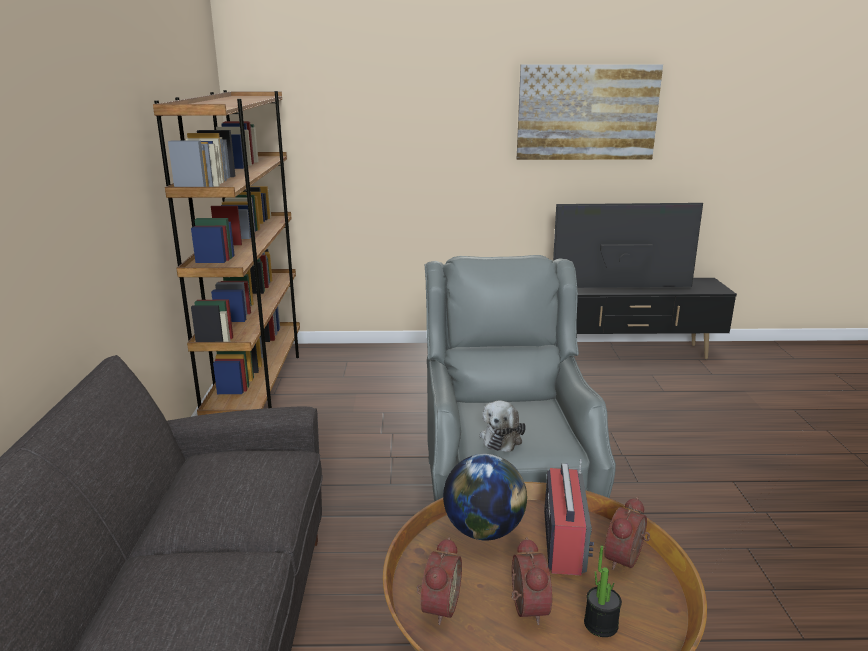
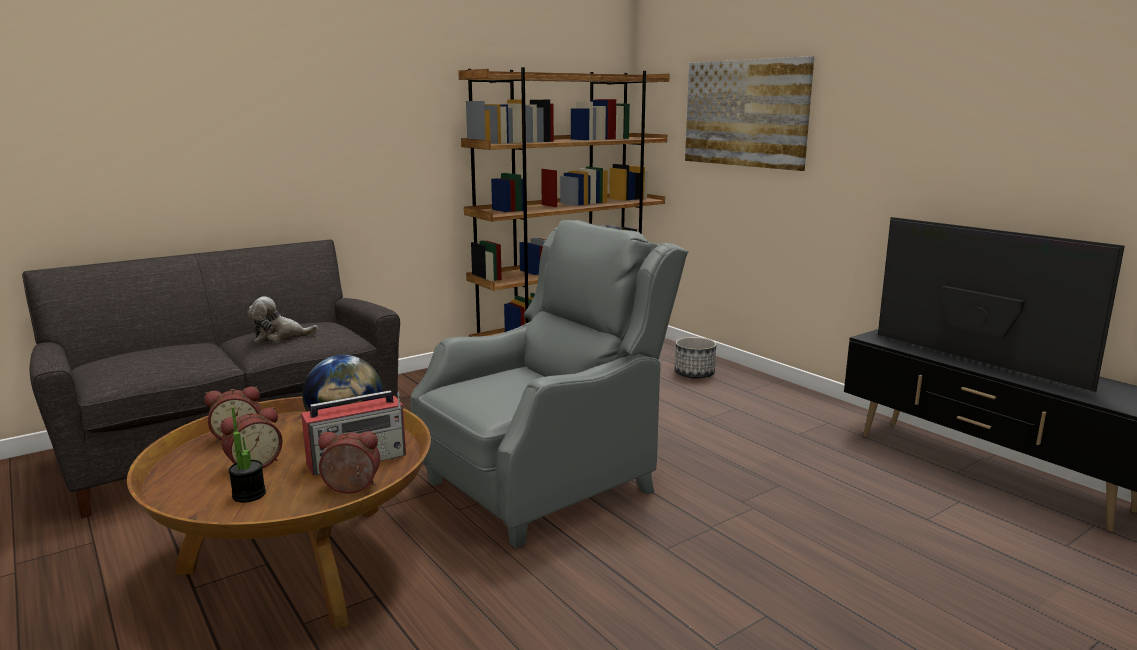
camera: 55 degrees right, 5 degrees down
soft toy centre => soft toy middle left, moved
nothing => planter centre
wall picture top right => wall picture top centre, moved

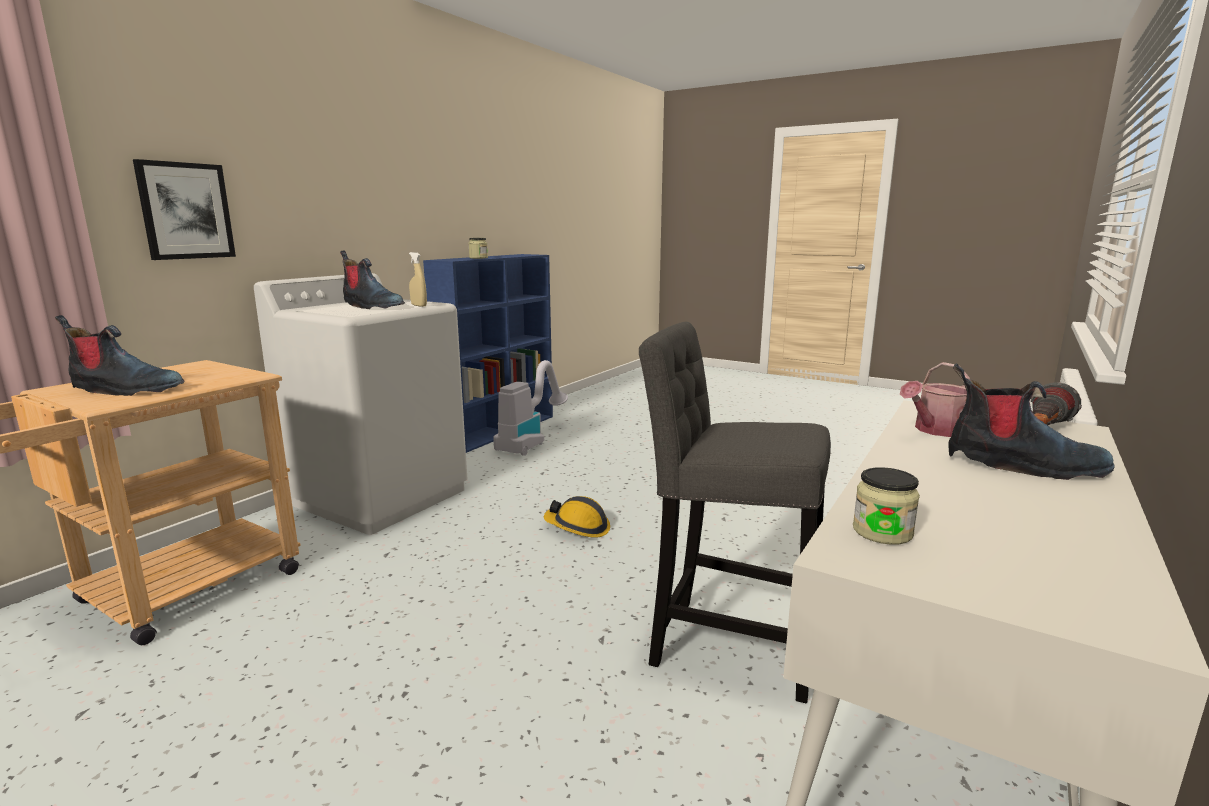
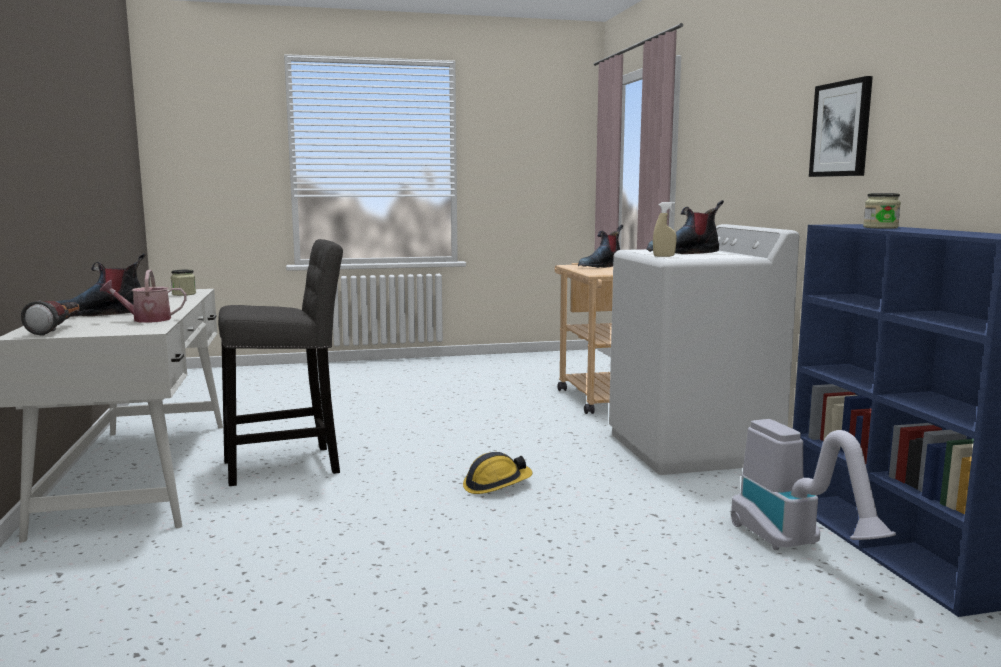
camera: 135 degrees right, 5 degrees down
watering pot middle right => watering pot middle left, 120 degrees counterclockwise
wall picture top left => wall picture top right, moved

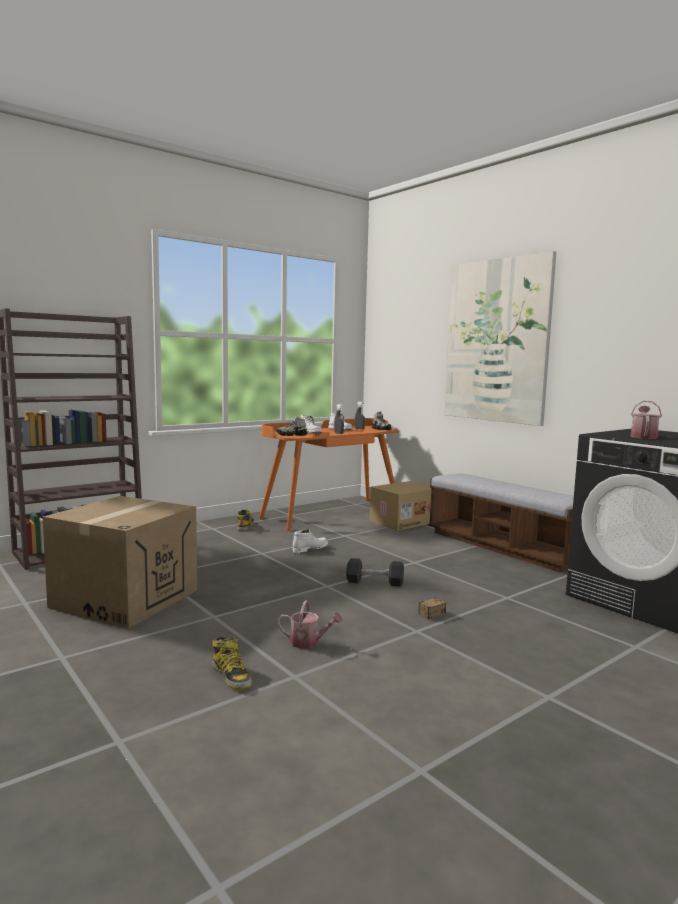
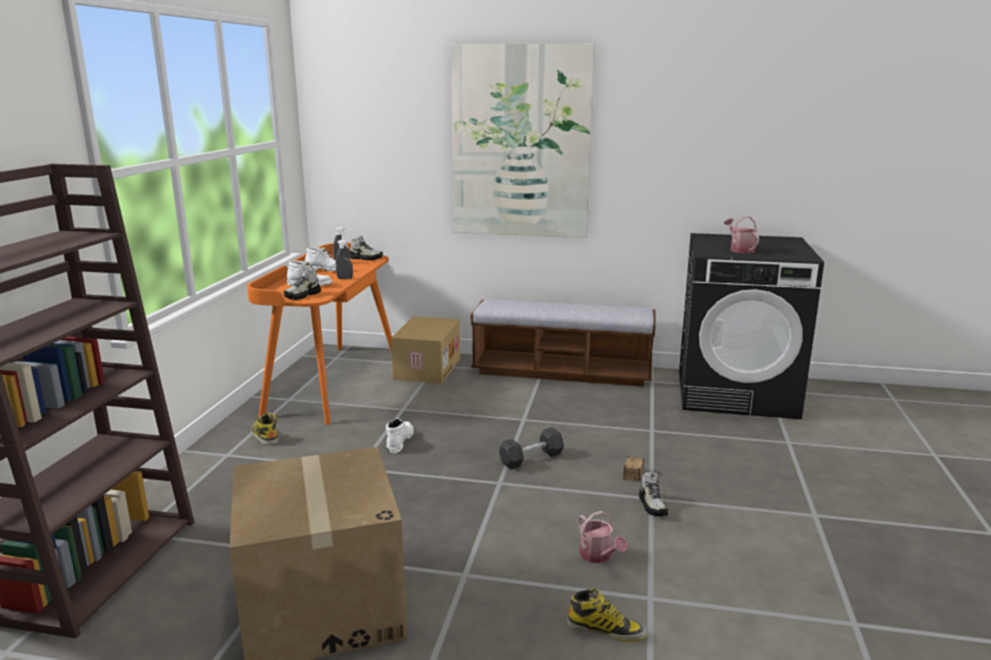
camera: 40 degrees left, 10 degrees up
watering pot (1st from left) bottom centre, 90 degrees clockwise
nothing => shoe (3rd from left) bottom centre

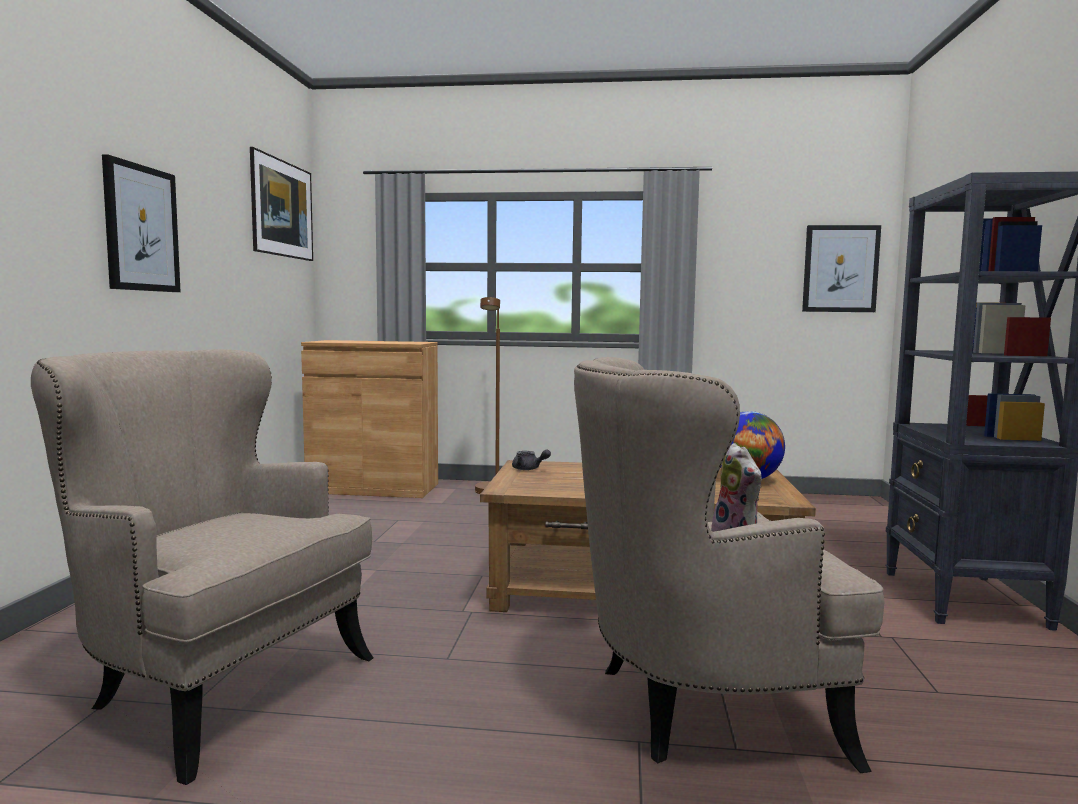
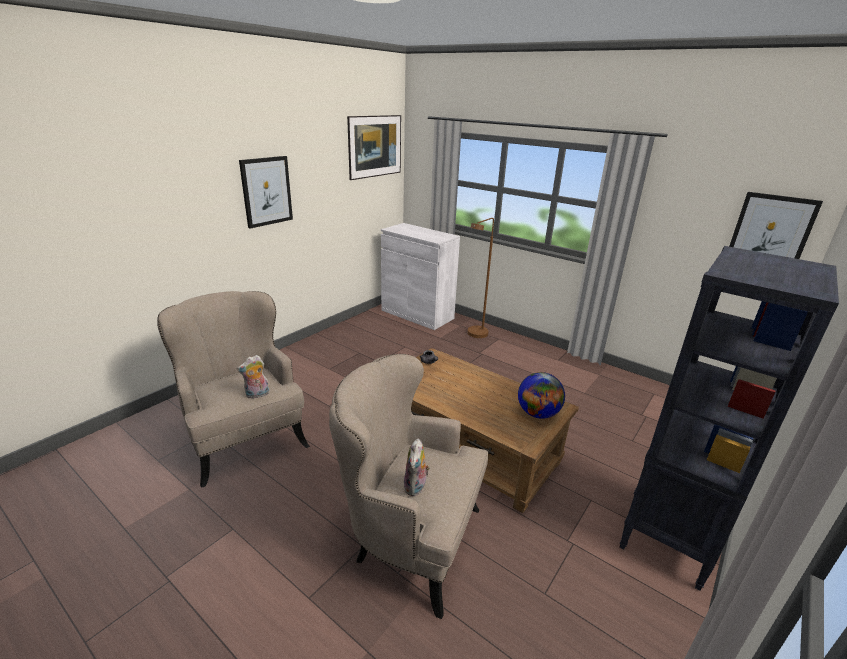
camera: 30 degrees right, 20 degrees up
nothing => soft toy (1st from left) middle left
brownish cupboard centre => white cupboard centre

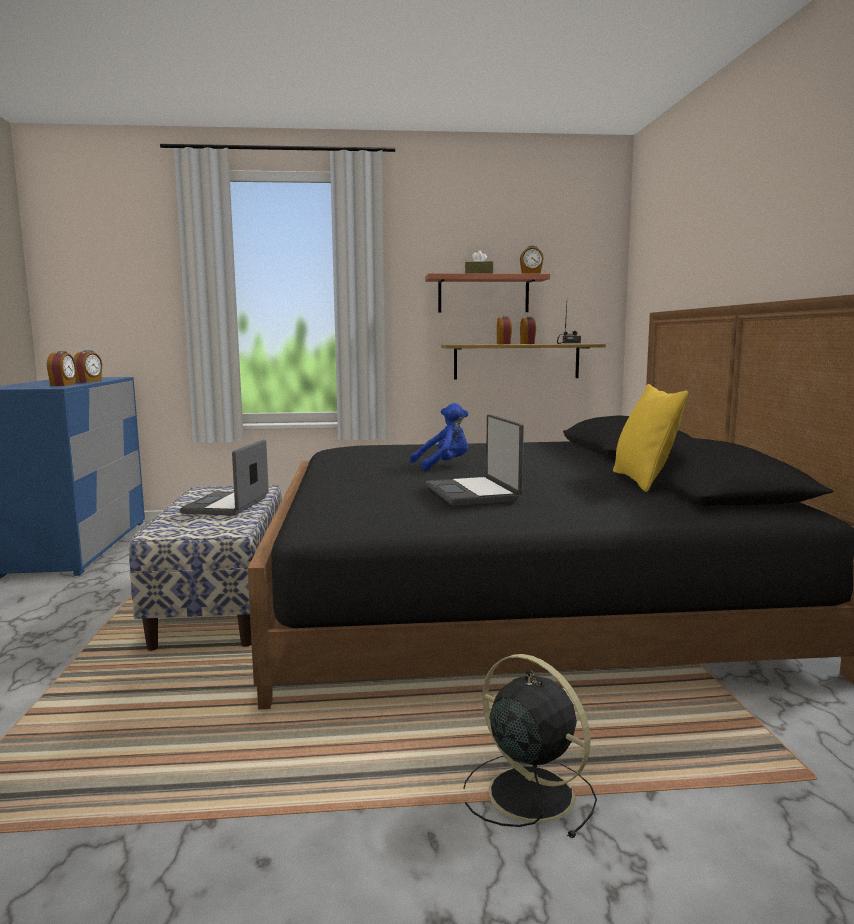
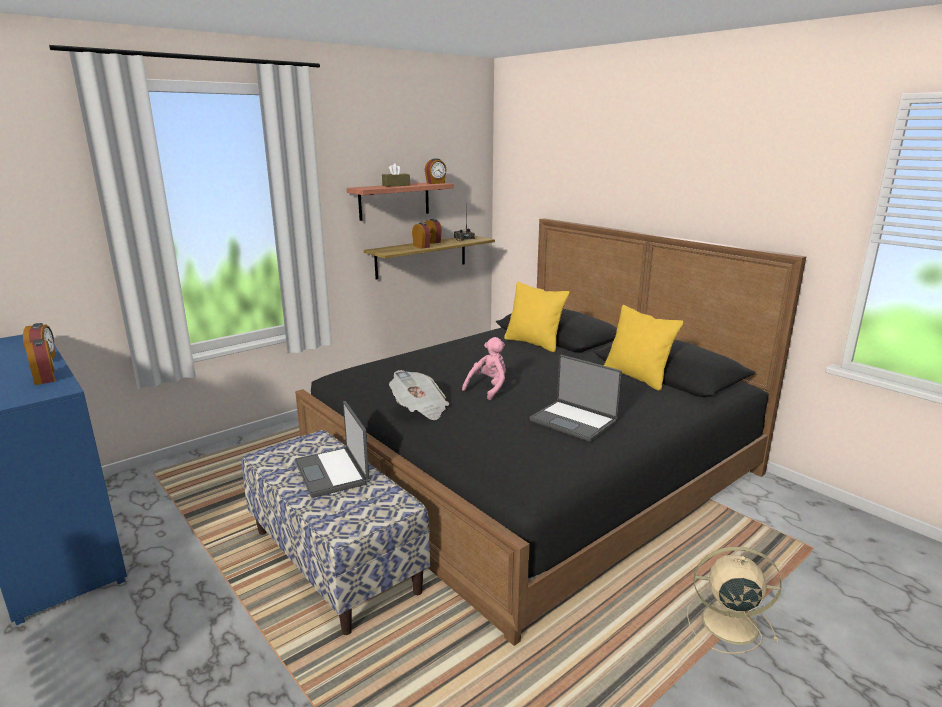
camera: 35 degrees left, 10 degrees up
nothing => printed paper centre
bluish soft toy centre => pink soft toy centre
nothing => yellow-coloured cushion (1st from left) centre
black-coloured cooling fan bottom centre => sand-coloured cooling fan bottom right

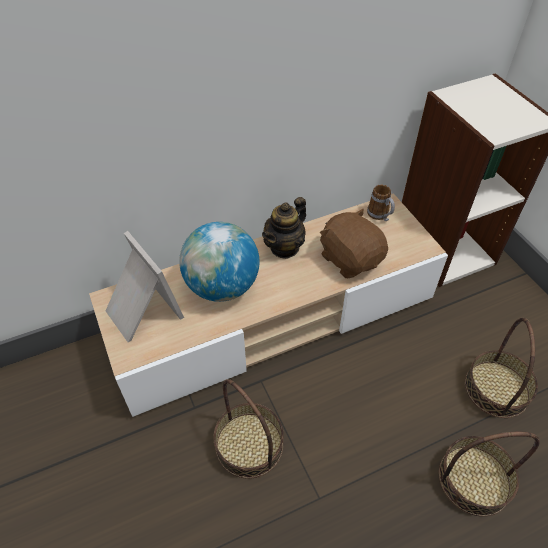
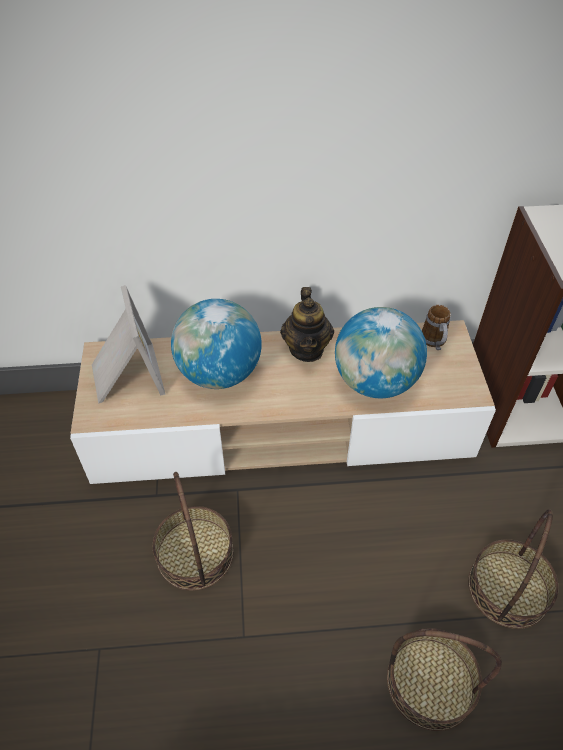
camera: 20 degrees right, 0 degrees up
tea pot centre, 60 degrees counterclockwise
brownish soft toy centre => world globe (2nd from left) middle right

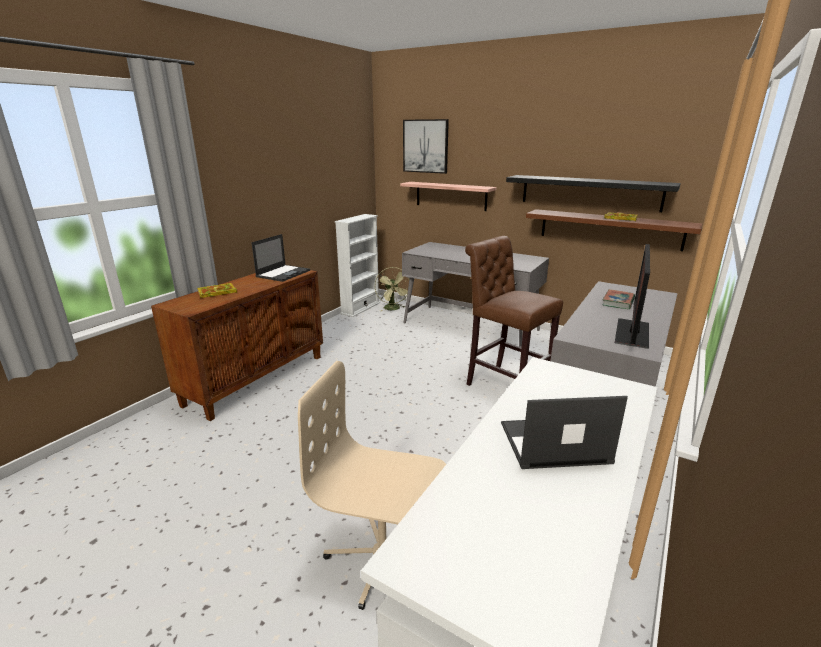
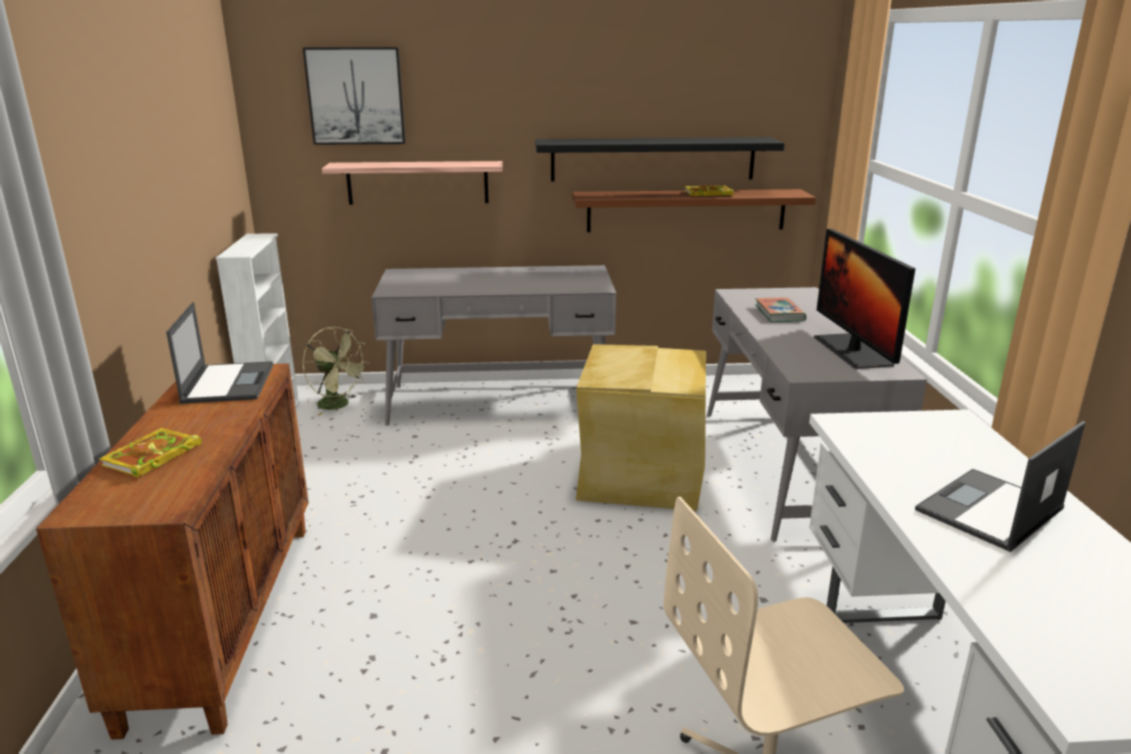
camera: 35 degrees left, 0 degrees up
brownish sitting stool centre => sand-coloured storage box centre

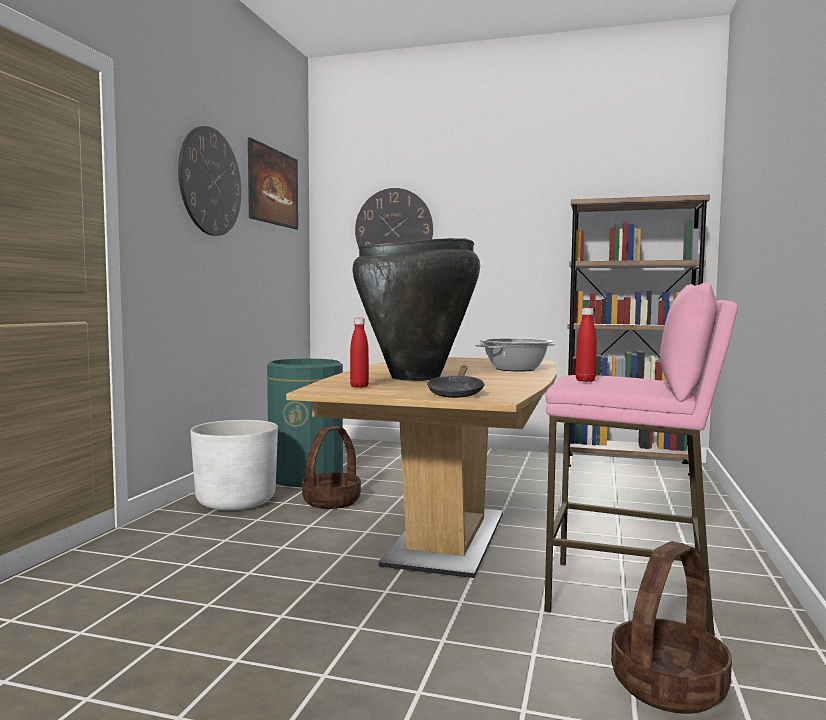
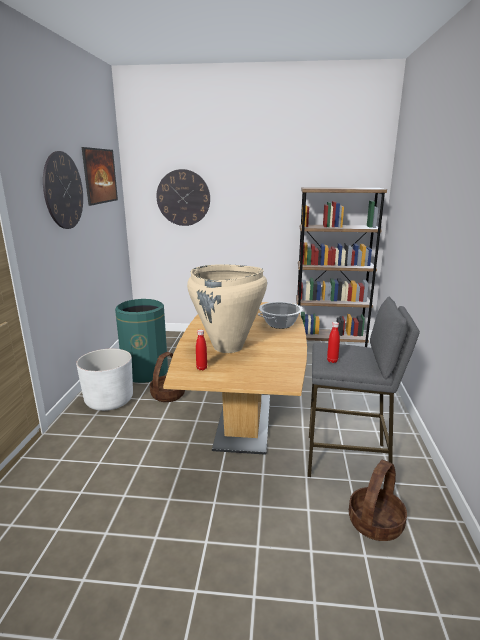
camera: 10 degrees left, 15 degrees up
black-coloured decorative vase centre => sand-coloured decorative vase centre
pink sitting stool middle right => greyish sitting stool middle right
black-coloured skillet centre => nothing

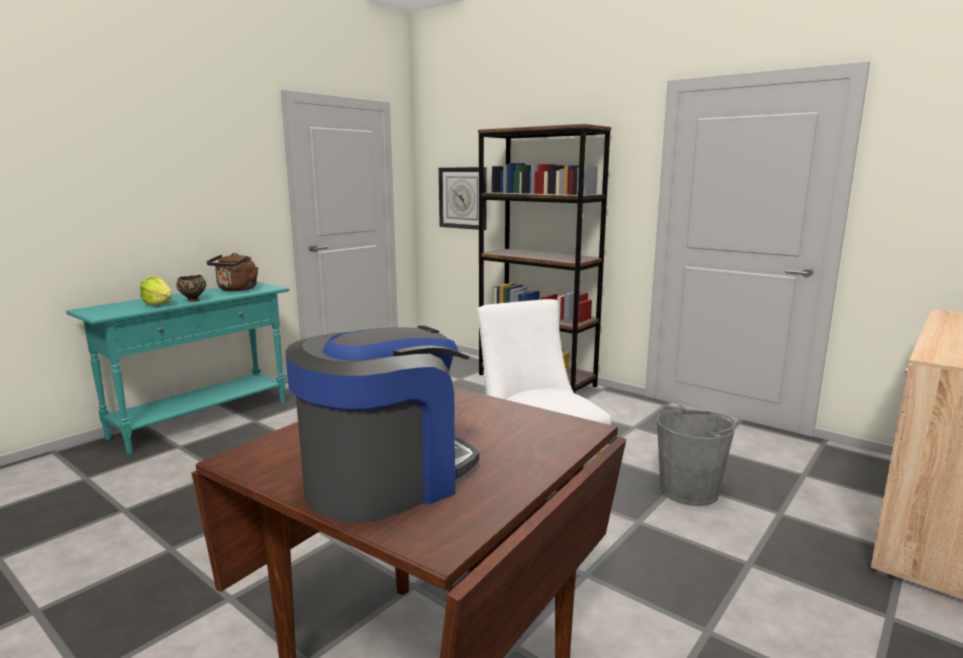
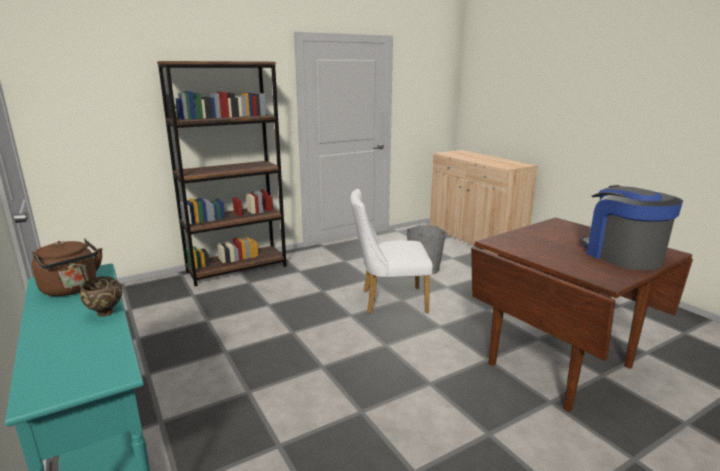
camera: 70 degrees left, 5 degrees up
head of lettuce middle left => nothing
wall clock top centre => nothing

